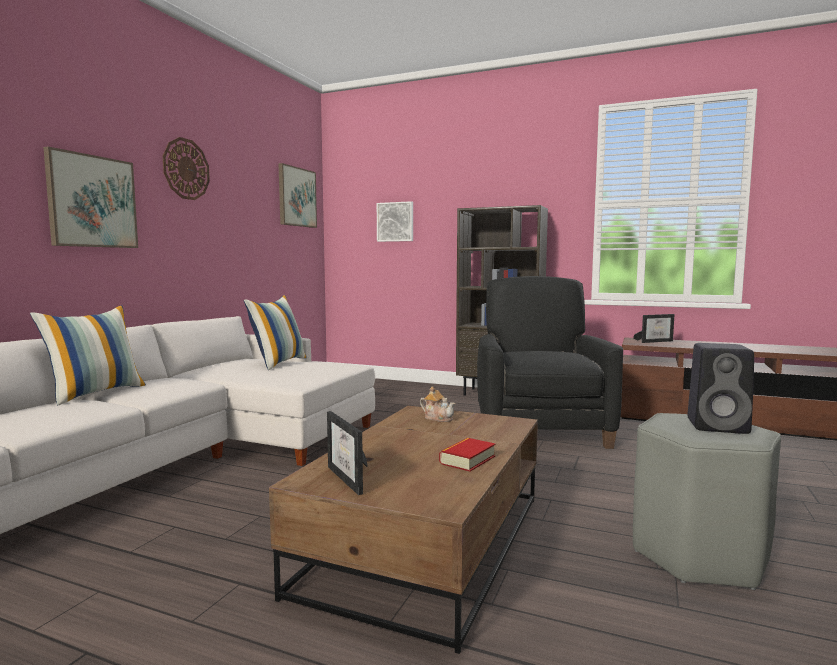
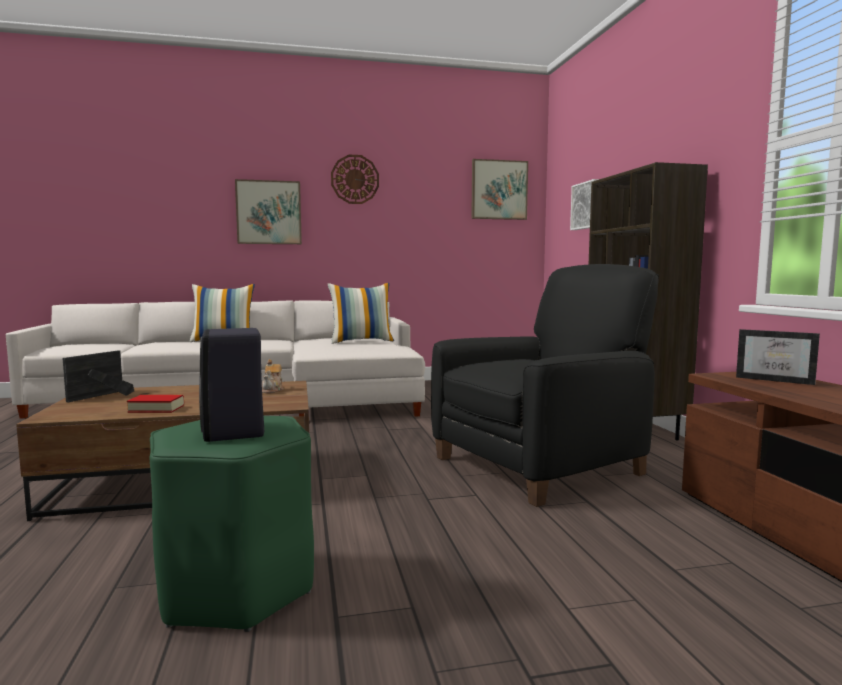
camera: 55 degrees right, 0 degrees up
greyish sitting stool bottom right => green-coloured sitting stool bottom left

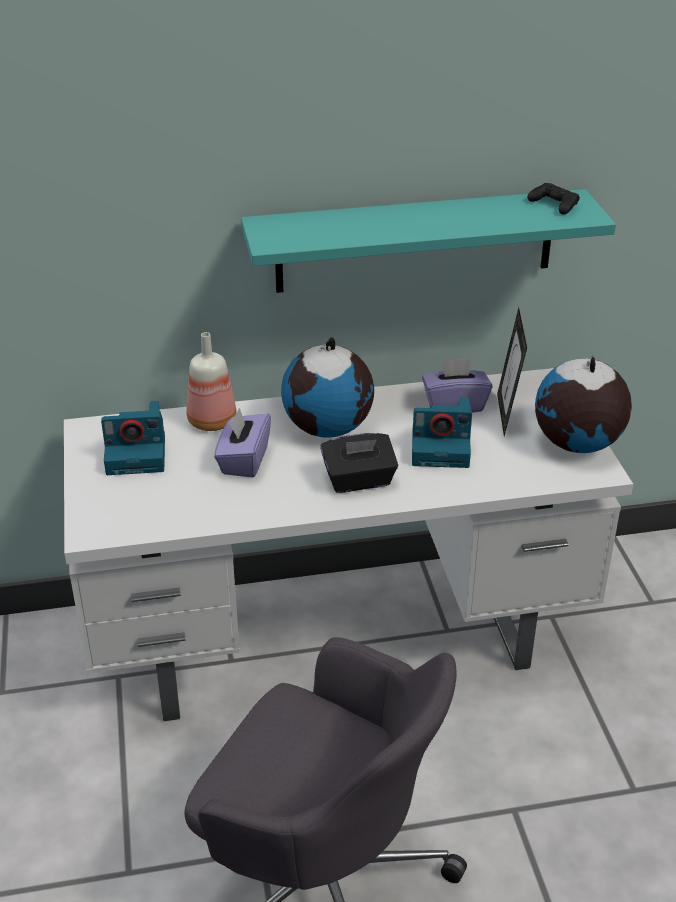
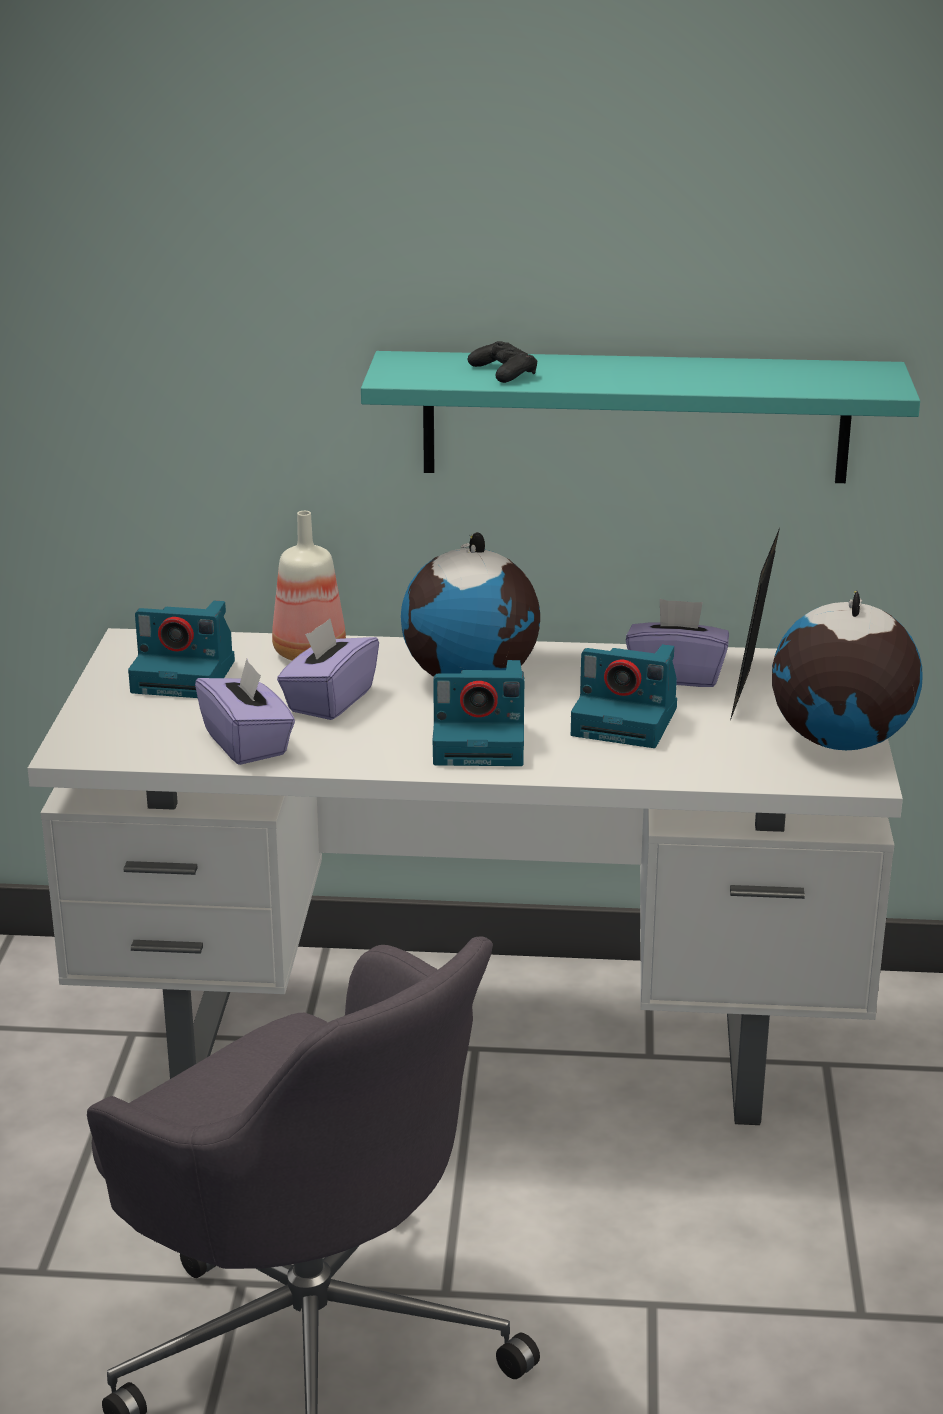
camera: 15 degrees right, 10 degrees down
nothing => purple-coloured tissue box (1st from left) middle left
black-coloured tissue box centre => photo camera (2nd from left) centre
black-coloured joypad top right => black-coloured joypad top centre, moved

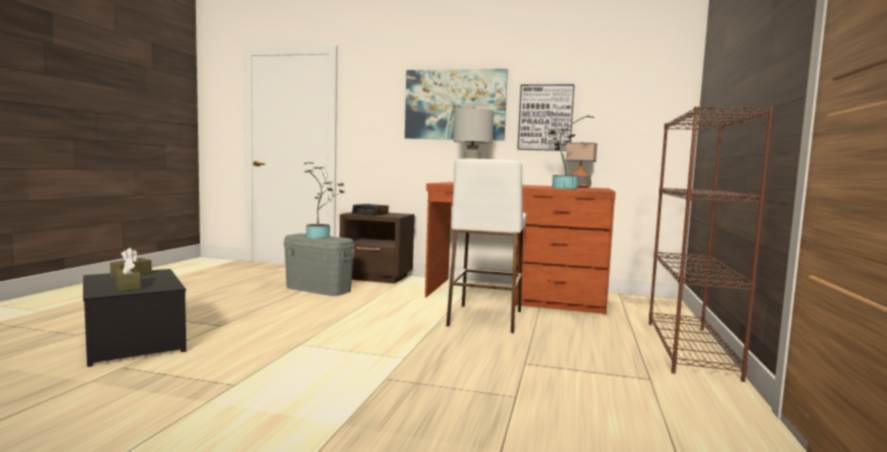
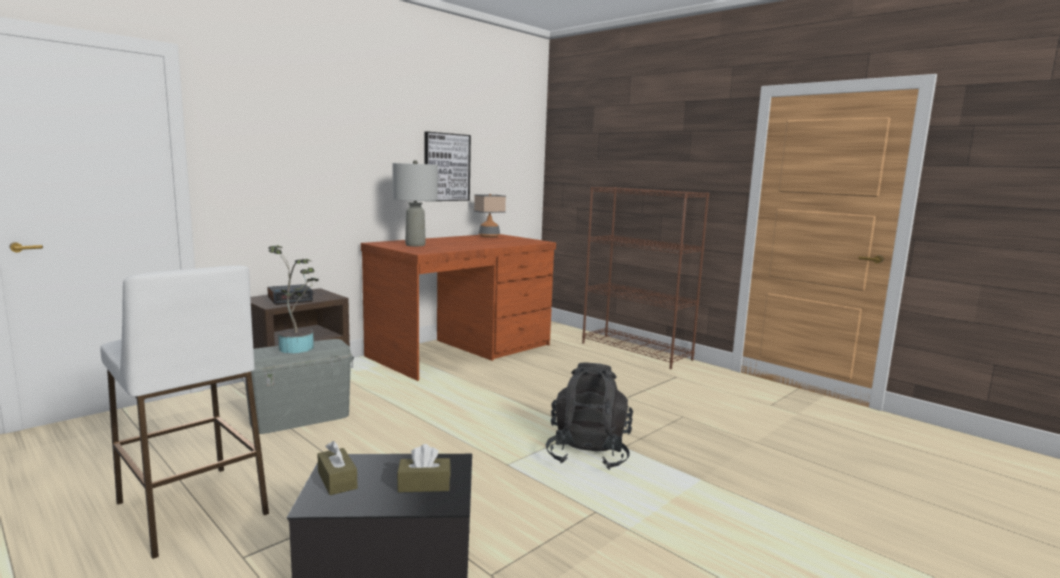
camera: 60 degrees left, 5 degrees up
white sitting stool centre => white sitting stool bottom left, moved
nothing => black-coloured knapsack bottom centre
wall picture (1st from left) top centre => nothing
plant in a pot (2nd from left) top centre => nothing

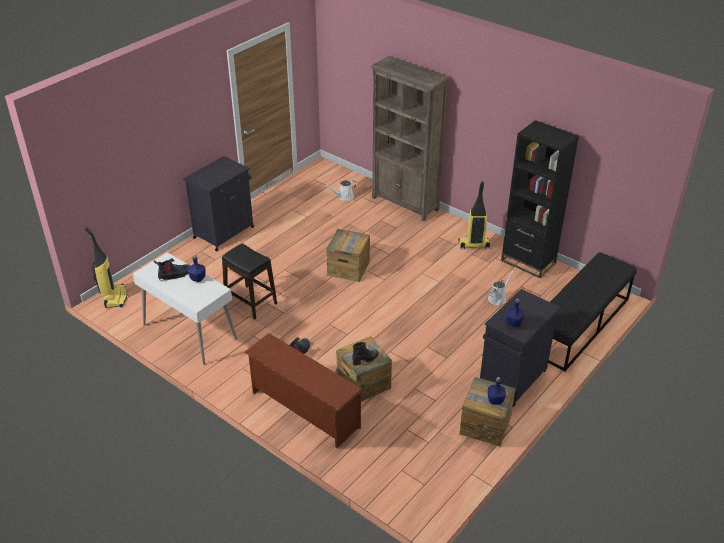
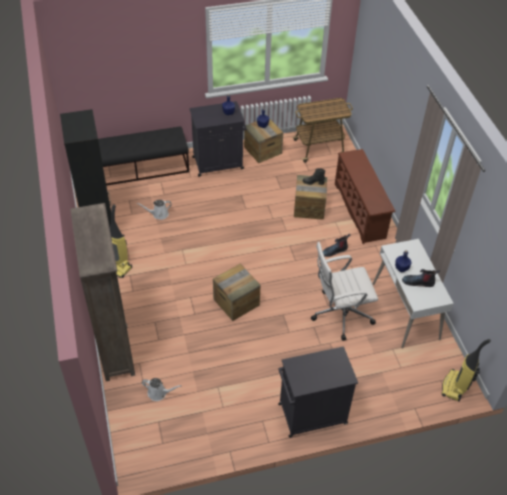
camera: 145 degrees left, 10 degrees up
nothing => trolley top centre
black-coloured sitting stool centre => white computer chair middle right

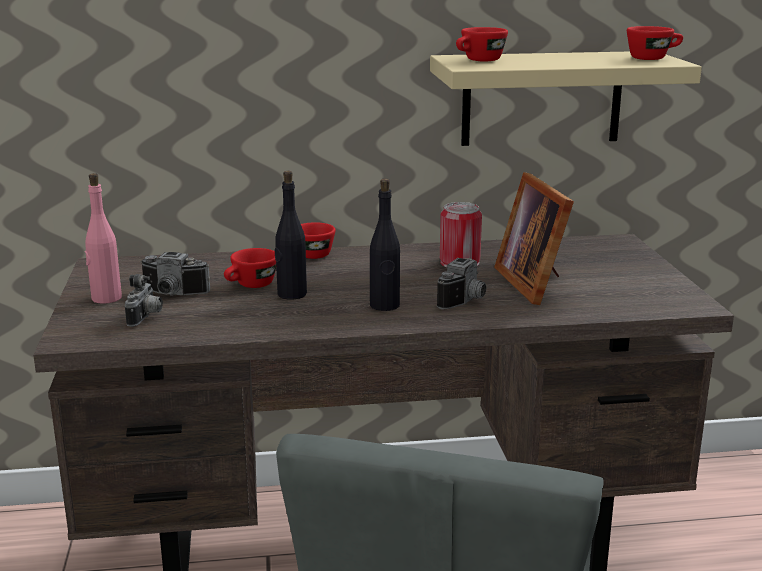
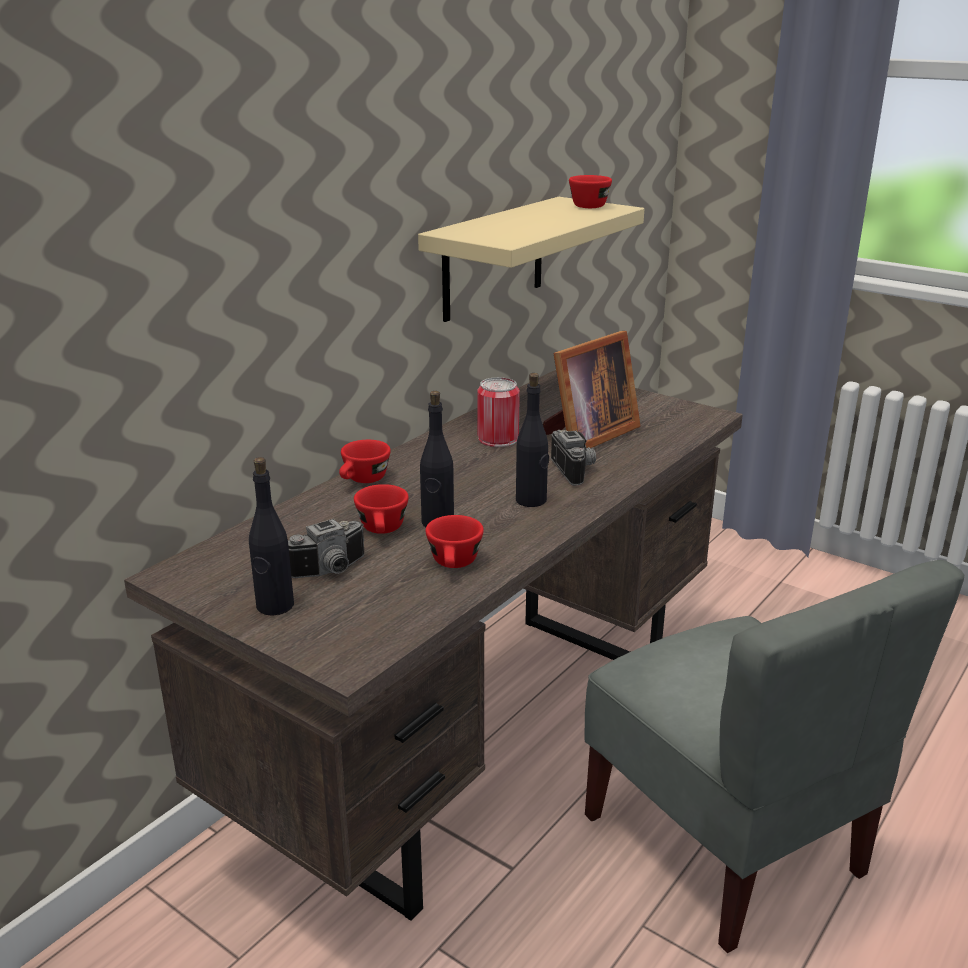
camera: 45 degrees left, 5 degrees up
pink drink bottle middle left => black-coloured drink bottle (1st from left) middle left
reddish drinking cup (3rd from left) top centre => reddish drinking cup (3rd from left) centre, moved
standing frame middle right => standing frame centre, 75 degrees counterclockwise
photo camera (1st from left) middle left => nothing

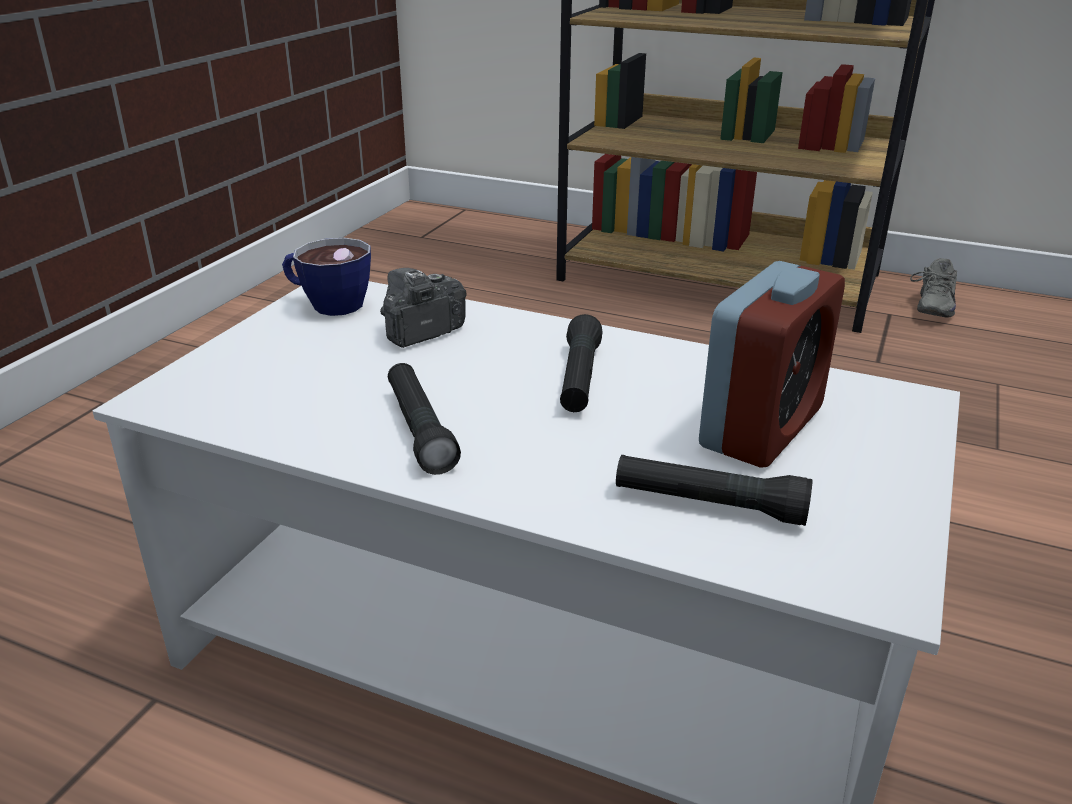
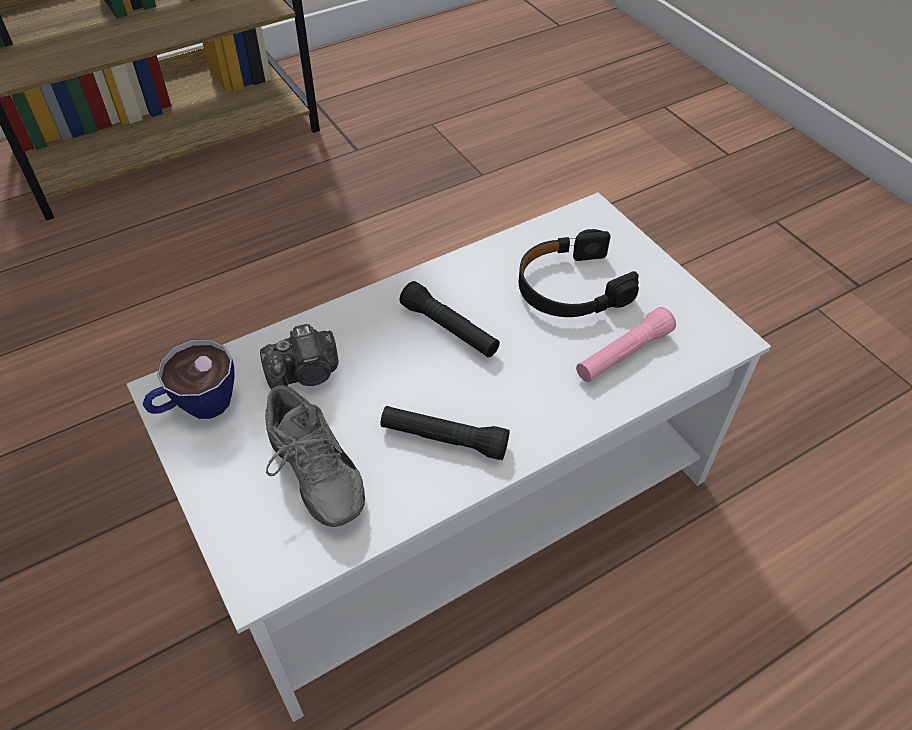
camera: 55 degrees left, 20 degrees up
photo camera centre => photo camera middle left, 105 degrees counterclockwise
greyish shoe middle right => greyish shoe centre, moved
bedside clock middle right => black-coloured headset centre
black-coloured flashlight (3rd from left) centre => pink flashlight middle right

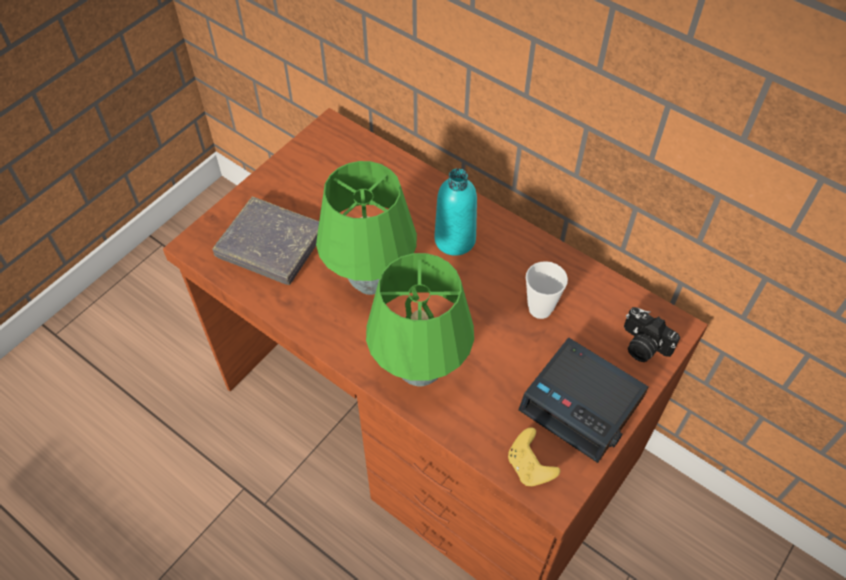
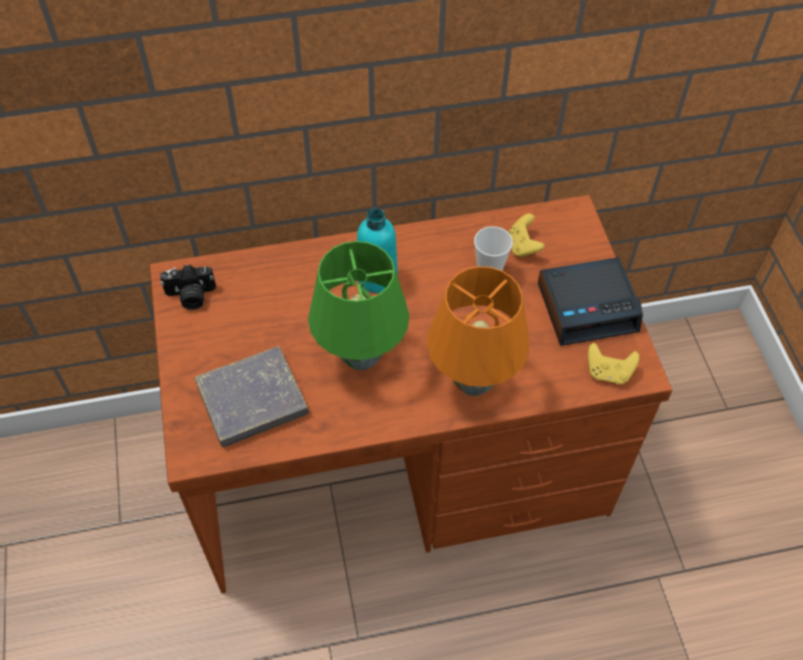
camera: 50 degrees left, 0 degrees up
photo camera middle right => photo camera middle left, moved
green-coloured lamp for a table (2nd from left) centre => orangey lamp for a table centre
nothing => yellow-coloured joypad (1st from left) centre

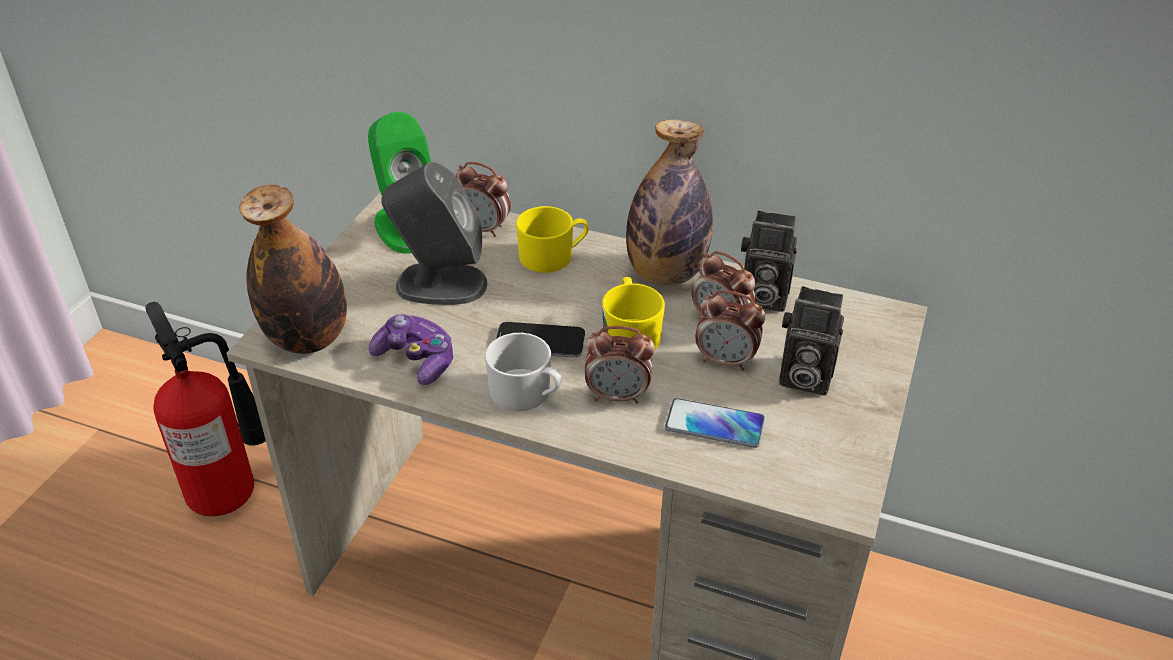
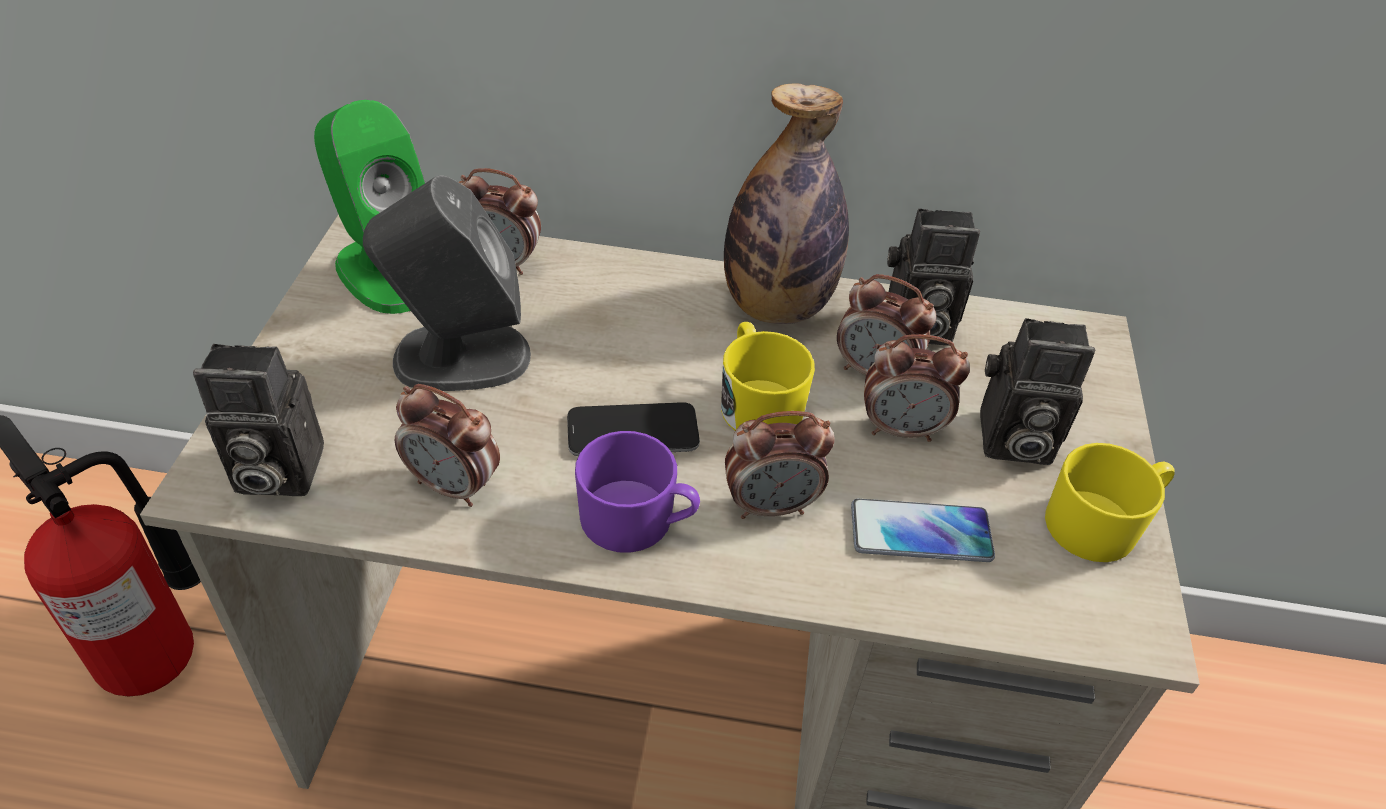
camera: 15 degrees left, 5 degrees up
drink bottle (1st from left) middle left => photo camera (1st from left) middle left
joypad centre => bedside clock (1st from left) middle left
white mug centre => purple-coloured mug centre
yellow-coloured mug (1st from left in the first image) centre => yellow-coloured mug (2nd from left) middle right, moved

